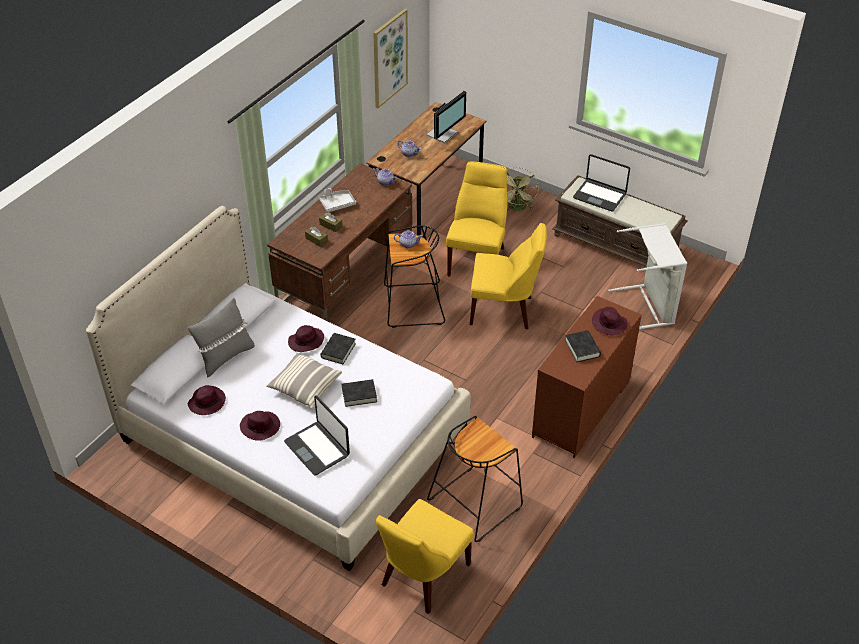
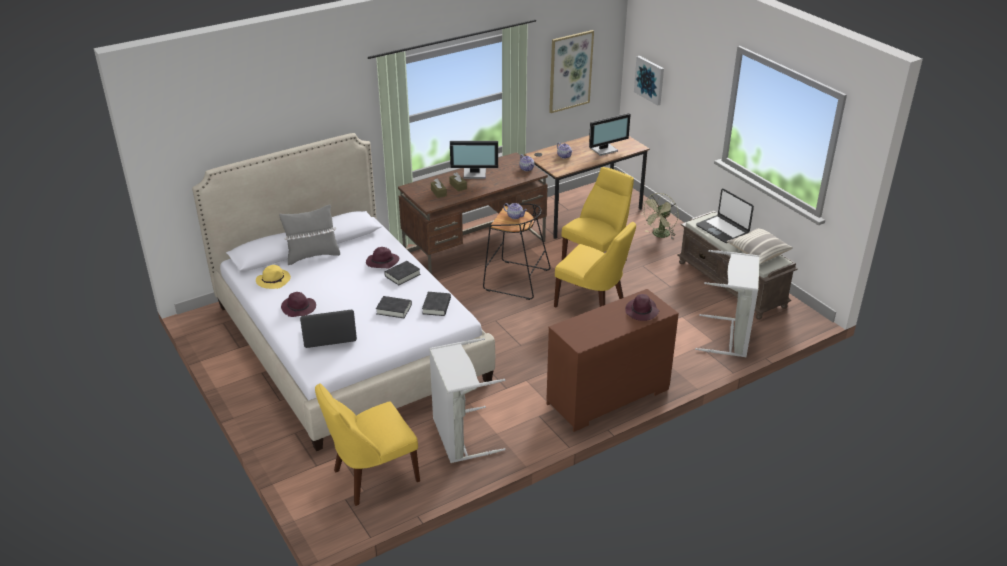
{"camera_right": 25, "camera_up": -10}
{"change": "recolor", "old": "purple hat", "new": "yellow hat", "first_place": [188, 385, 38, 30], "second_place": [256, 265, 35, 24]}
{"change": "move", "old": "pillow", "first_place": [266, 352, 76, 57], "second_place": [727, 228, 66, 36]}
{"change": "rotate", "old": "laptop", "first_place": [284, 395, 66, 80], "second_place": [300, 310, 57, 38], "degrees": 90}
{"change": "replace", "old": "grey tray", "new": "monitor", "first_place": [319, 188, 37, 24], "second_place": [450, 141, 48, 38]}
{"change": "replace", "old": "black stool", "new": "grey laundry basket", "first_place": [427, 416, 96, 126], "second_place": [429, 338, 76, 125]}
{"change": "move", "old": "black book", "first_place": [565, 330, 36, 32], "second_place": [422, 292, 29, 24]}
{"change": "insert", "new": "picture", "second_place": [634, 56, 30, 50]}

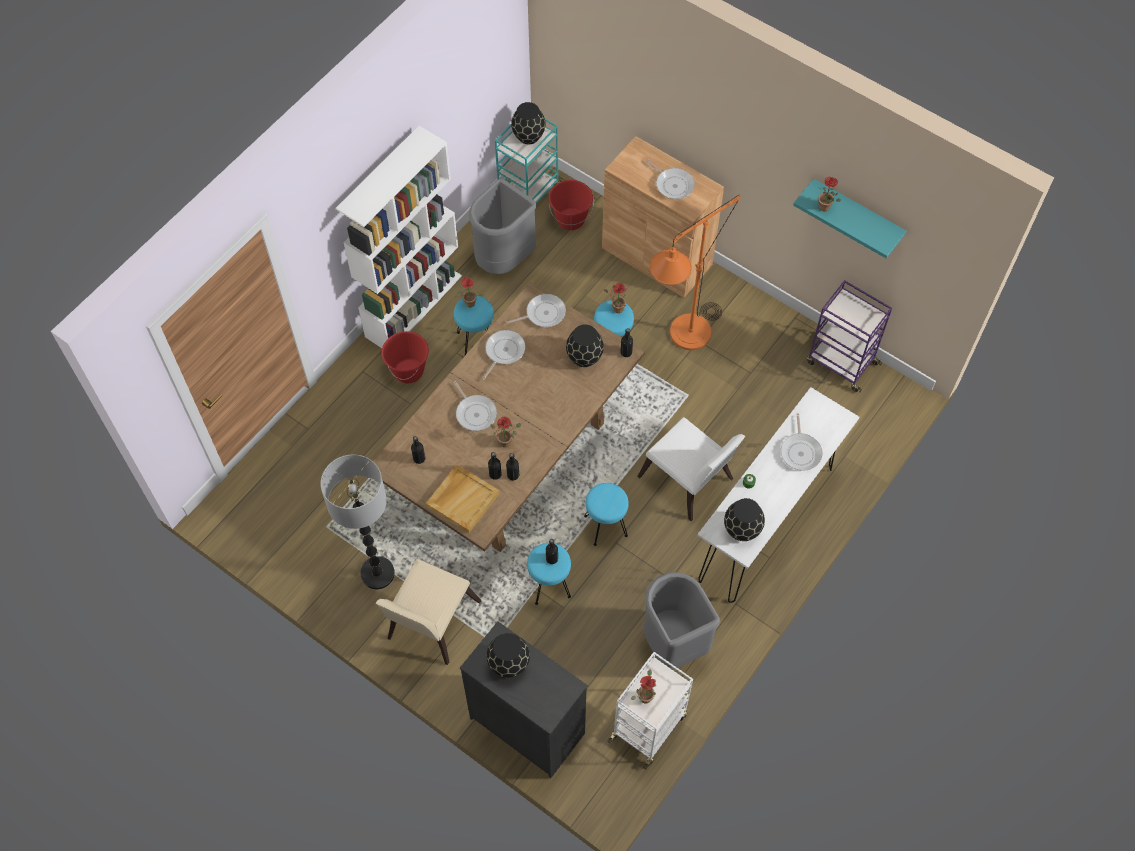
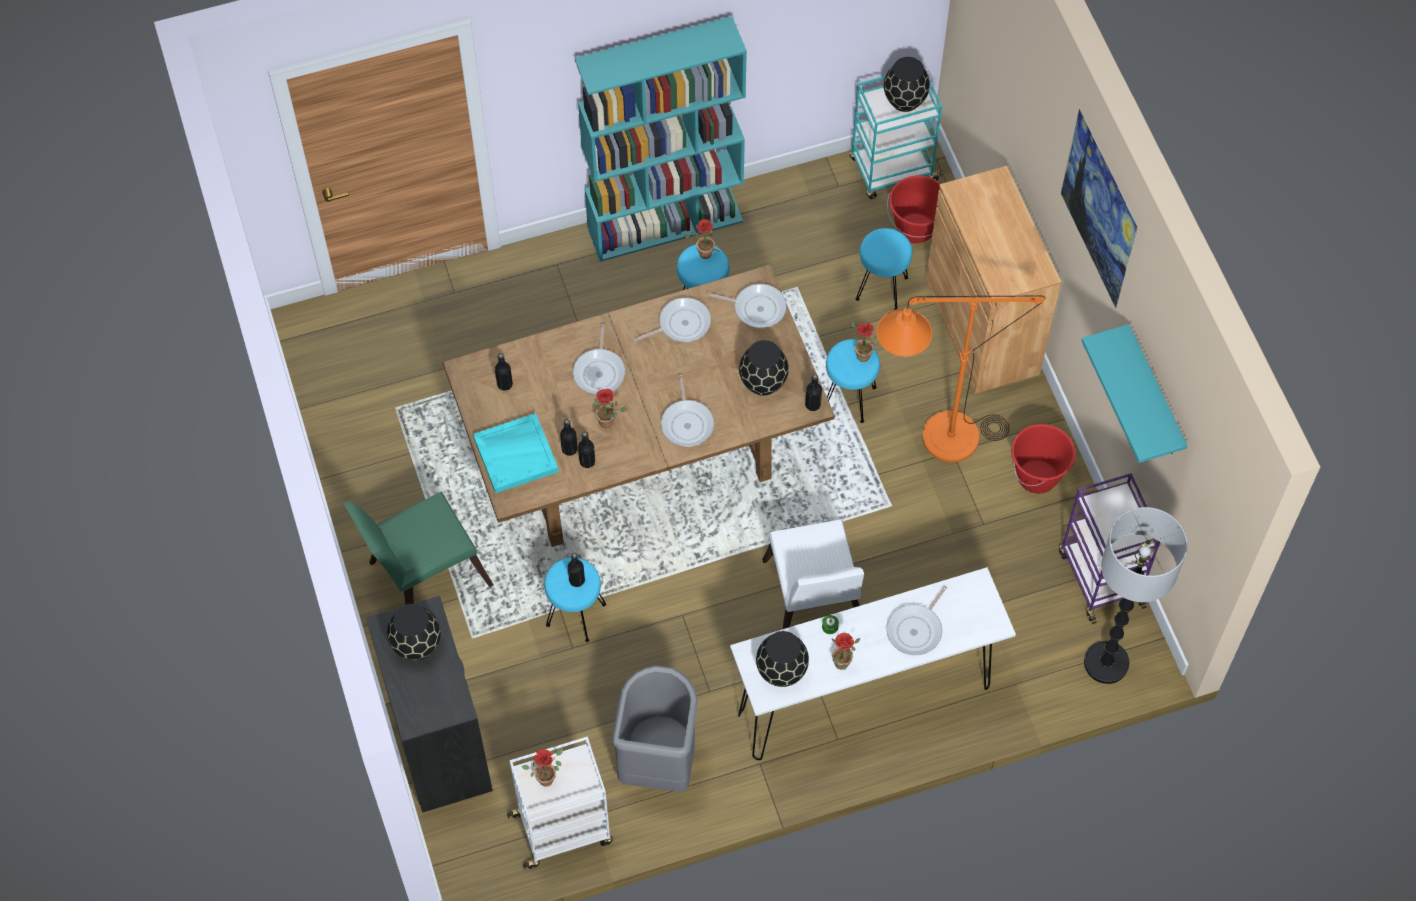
{"camera_right": 35, "camera_up": 0}
{"change": "move", "old": "floor lamp", "first_place": [321, 454, 74, 135], "second_place": [1084, 507, 104, 177]}
{"change": "recolor", "old": "white bookcase", "new": "turquoise bookcase", "first_place": [336, 126, 126, 222], "second_place": [575, 16, 172, 246]}
{"change": "recolor", "old": "beige chair", "new": "green chair", "first_place": [376, 559, 106, 106], "second_place": [343, 492, 151, 113]}
{"change": "move", "old": "red bucket", "first_place": [382, 331, 47, 52], "second_place": [1012, 424, 63, 70]}
{"change": "recolor", "old": "beige tray", "new": "turquoise tray", "first_place": [426, 464, 74, 69], "second_place": [473, 413, 86, 80]}
{"change": "delete", "old": "grey trash can", "first_place": [469, 178, 68, 96]}
{"change": "move", "old": "turquoise stool", "first_place": [584, 483, 45, 63], "second_place": [856, 228, 56, 82]}
{"change": "move", "old": "frying pan", "first_place": [646, 159, 49, 40], "second_place": [661, 375, 53, 72]}
{"change": "move", "old": "potted plant", "first_place": [818, 177, 23, 34], "second_place": [832, 633, 28, 37]}
{"change": "insert", "new": "picture", "second_place": [1061, 109, 77, 199]}

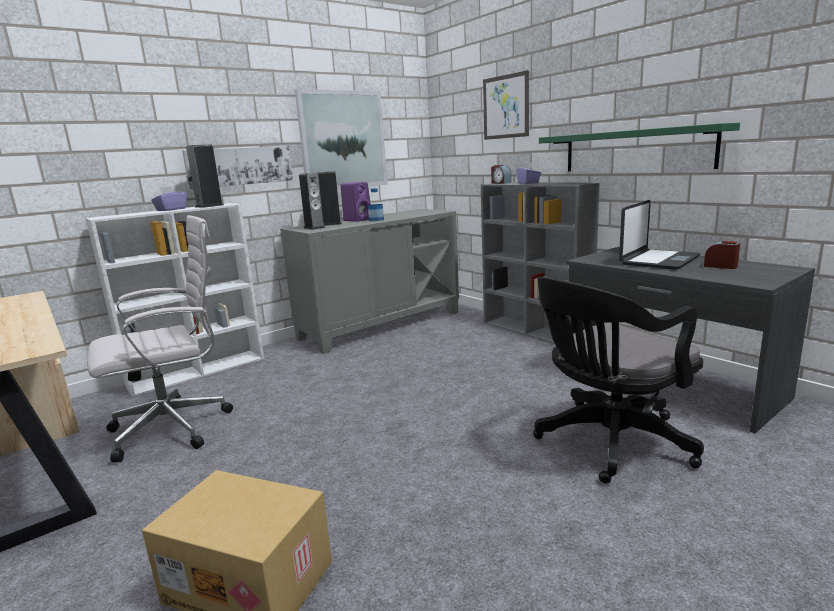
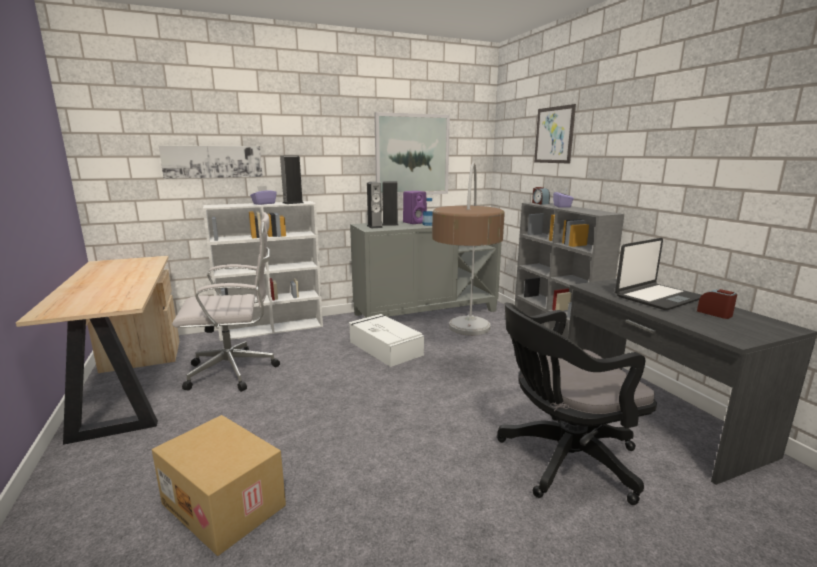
{"camera_right": 15, "camera_up": 0}
{"change": "move", "old": "picture", "first_place": [182, 146, 111, 43], "second_place": [159, 146, 104, 33]}
{"change": "delete", "old": "green shelf", "first_place": [539, 123, 201, 48]}
{"change": "insert", "new": "white storage box", "second_place": [349, 314, 75, 53]}
{"change": "insert", "new": "floor lamp", "second_place": [432, 162, 73, 173]}

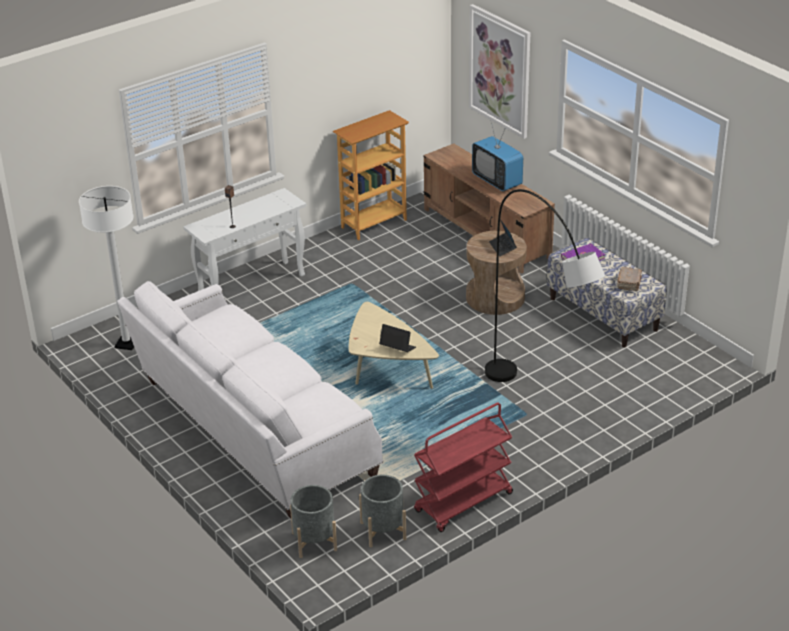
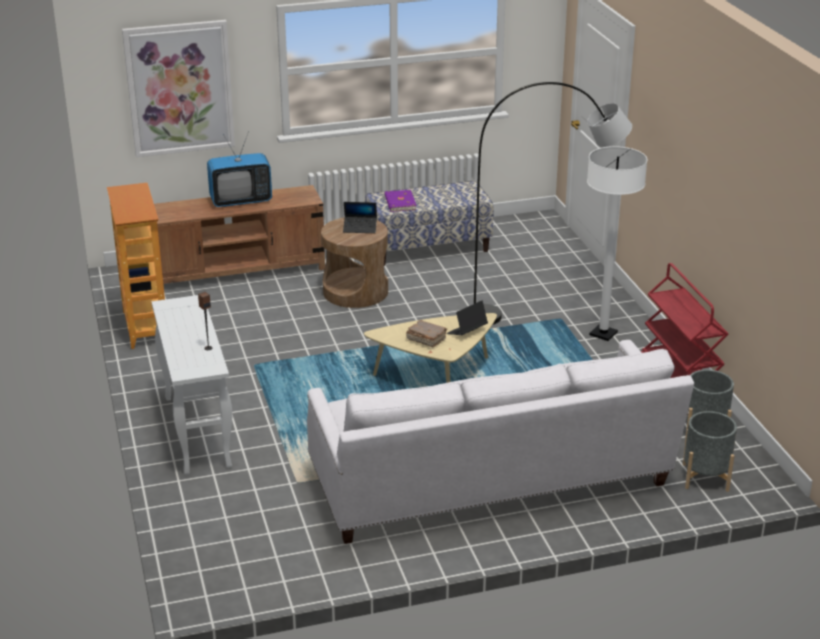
{"camera_right": -70, "camera_up": -5}
{"change": "move", "old": "white floor lamp", "first_place": [79, 186, 55, 164], "second_place": [587, 146, 61, 195]}
{"change": "move", "old": "brown book", "first_place": [617, 267, 25, 24], "second_place": [406, 320, 41, 27]}

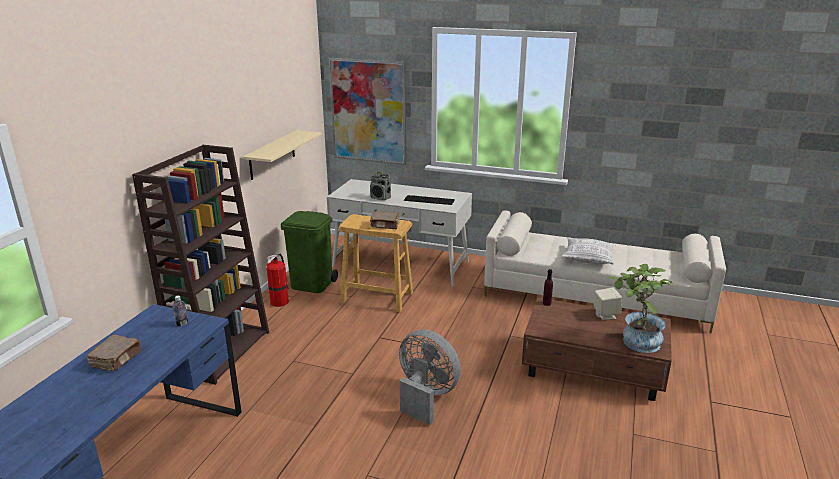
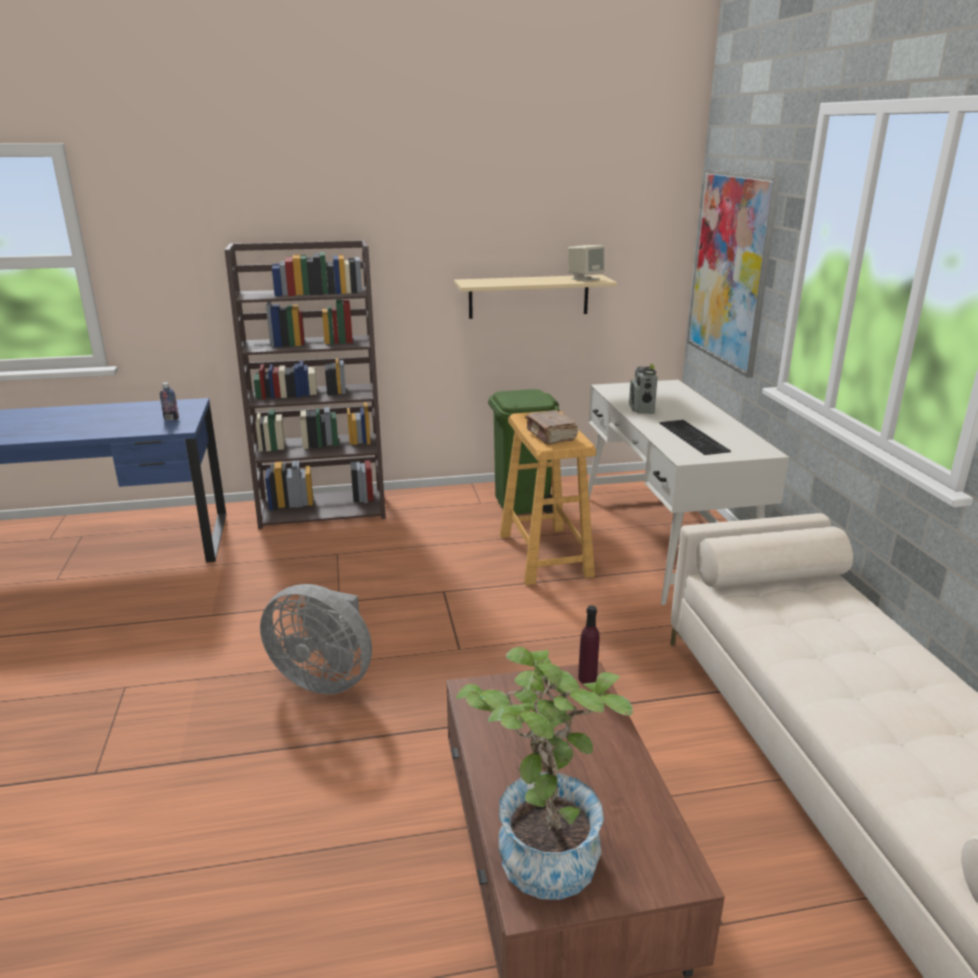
{"camera_right": 60, "camera_up": 0}
{"change": "delete", "old": "brown book", "first_place": [87, 335, 55, 36]}
{"change": "delete", "old": "fire extinguisher", "first_place": [267, 254, 22, 53]}
{"change": "rotate", "old": "grey fan", "first_place": [399, 329, 62, 96], "second_place": [260, 584, 112, 110], "degrees": 105}
{"change": "delete", "old": "pillow", "first_place": [562, 237, 54, 27]}
{"change": "move", "old": "beige speaker", "first_place": [594, 287, 28, 33], "second_place": [568, 245, 36, 37]}

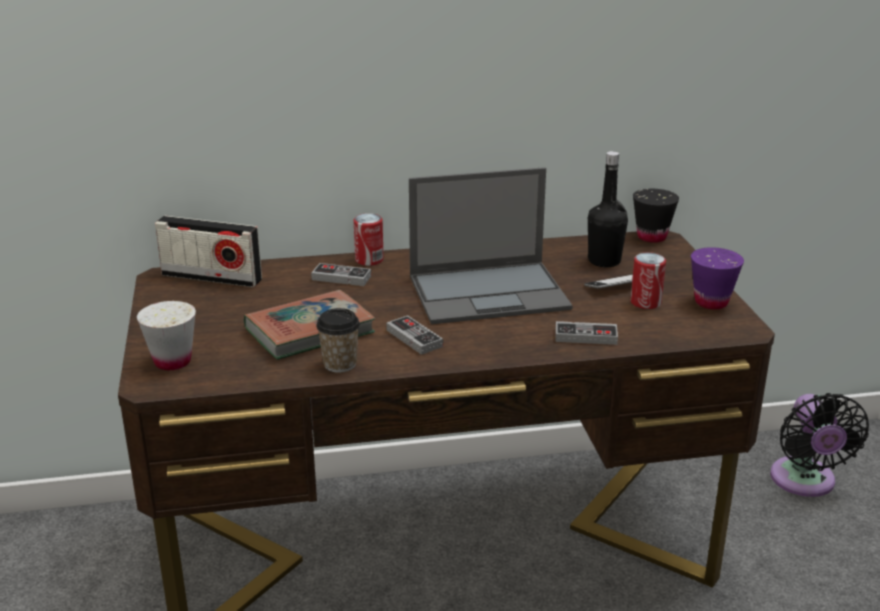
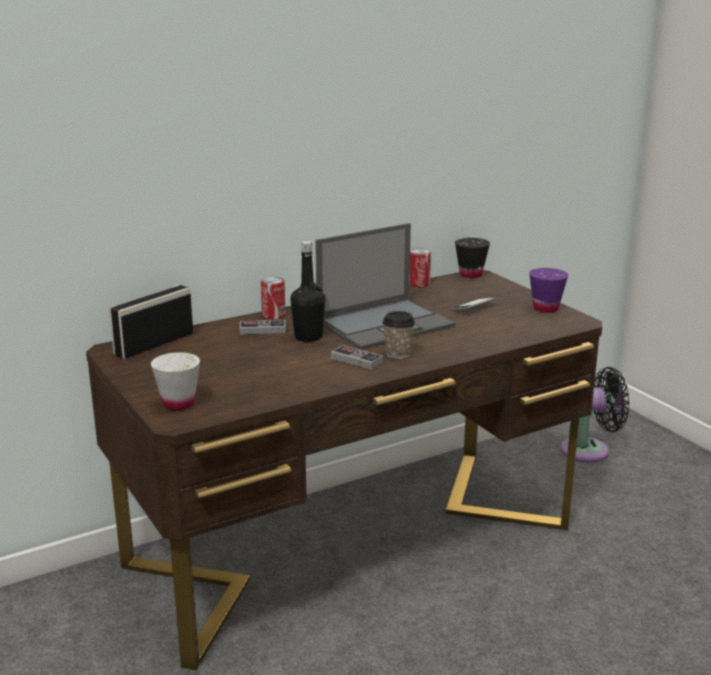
{"camera_right": -20, "camera_up": -5}
{"change": "rotate", "old": "radio", "first_place": [155, 216, 107, 71], "second_place": [109, 285, 84, 74], "degrees": 135}
{"change": "delete", "old": "book", "first_place": [244, 290, 131, 70]}
{"change": "move", "old": "cup", "first_place": [316, 308, 44, 65], "second_place": [383, 311, 32, 48]}
{"change": "delete", "old": "game controller", "first_place": [555, 321, 63, 24]}
{"change": "move", "old": "black bottle", "first_place": [588, 151, 40, 116], "second_place": [290, 241, 35, 101]}
{"change": "move", "old": "can", "first_place": [630, 252, 36, 57], "second_place": [409, 249, 22, 39]}
{"change": "rotate", "old": "black fan", "first_place": [770, 393, 99, 104], "second_place": [560, 367, 70, 96], "degrees": -75}

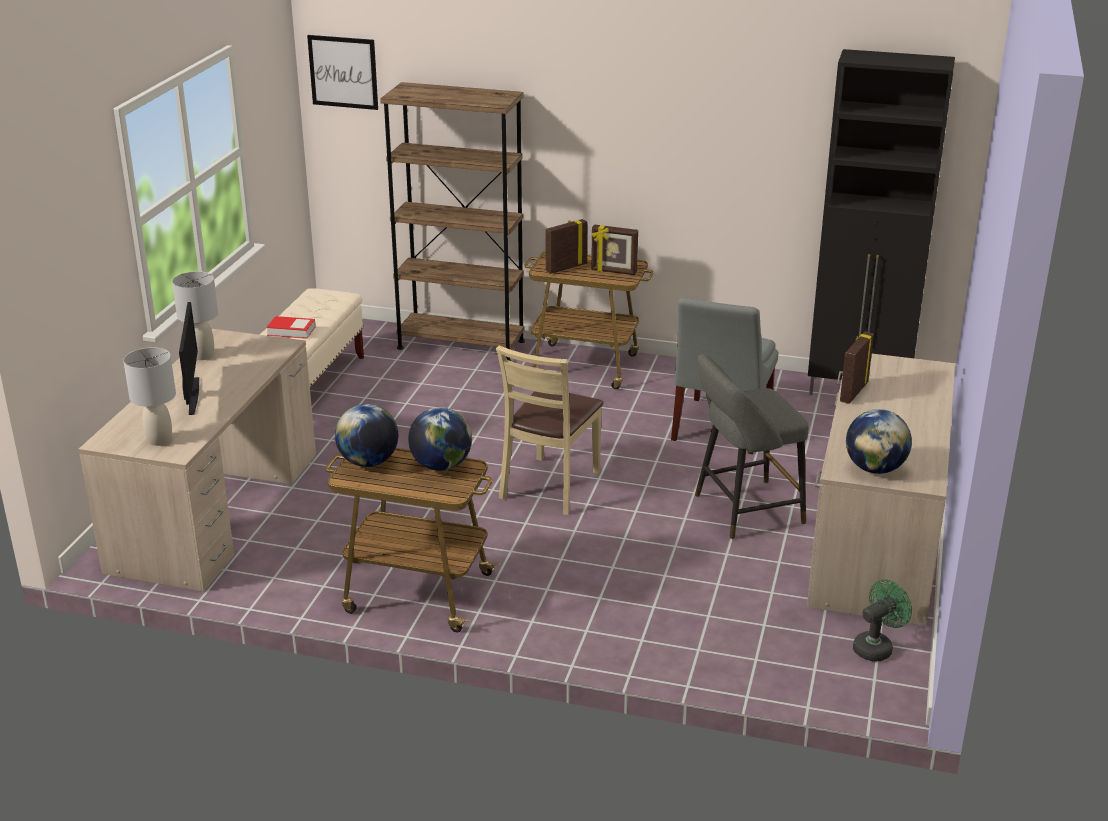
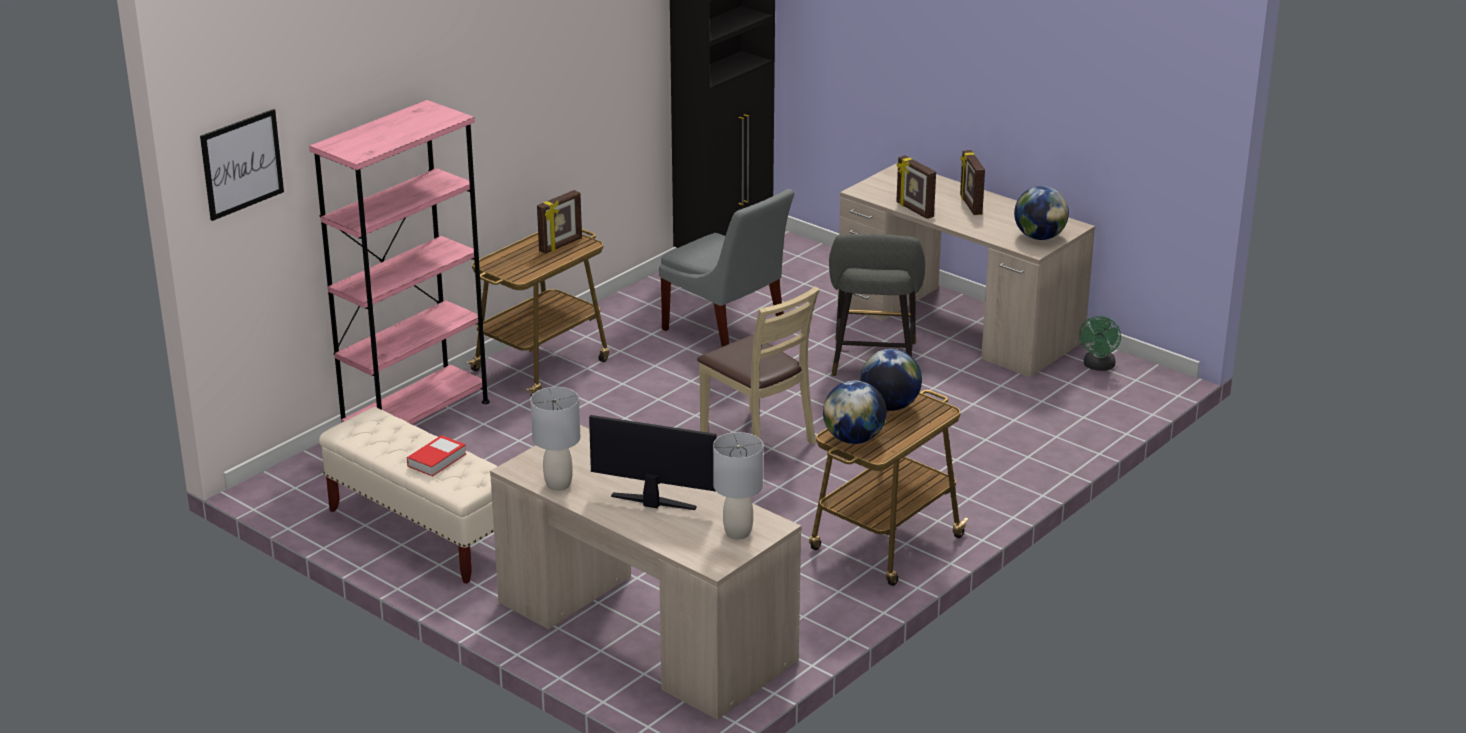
{"camera_right": -65, "camera_up": 0}
{"change": "recolor", "old": "brown bookcase", "new": "pink bookcase", "first_place": [380, 82, 145, 279], "second_place": [309, 100, 181, 324]}
{"change": "move", "old": "picture frame", "first_place": [546, 219, 42, 55], "second_place": [960, 150, 25, 65]}
{"change": "rotate", "old": "green fan", "first_place": [853, 579, 59, 83], "second_place": [1079, 316, 42, 55], "degrees": -150}

